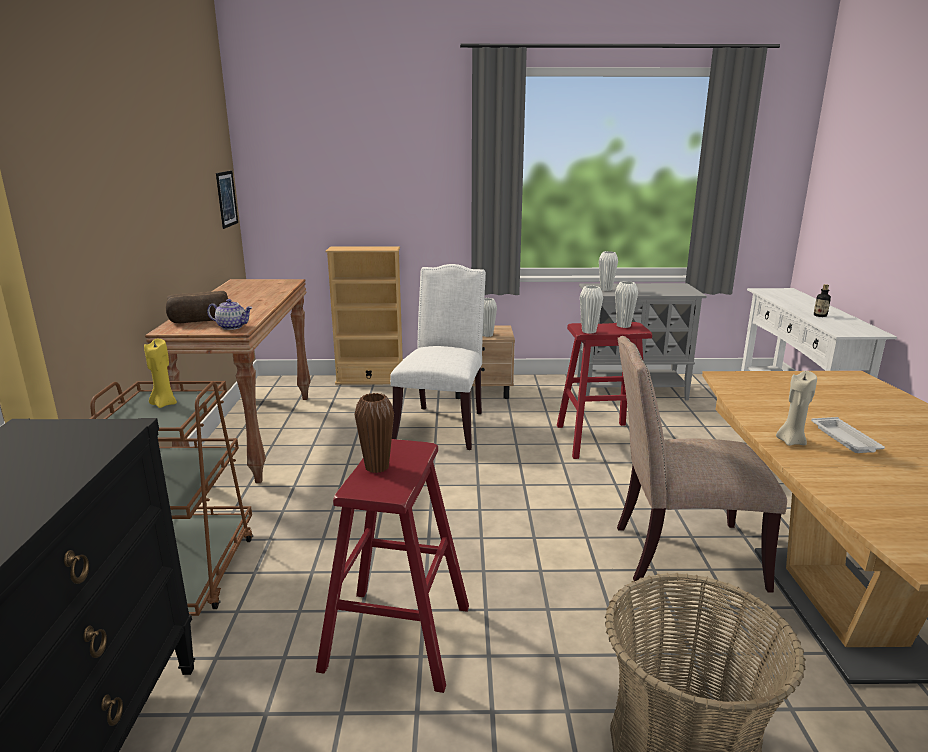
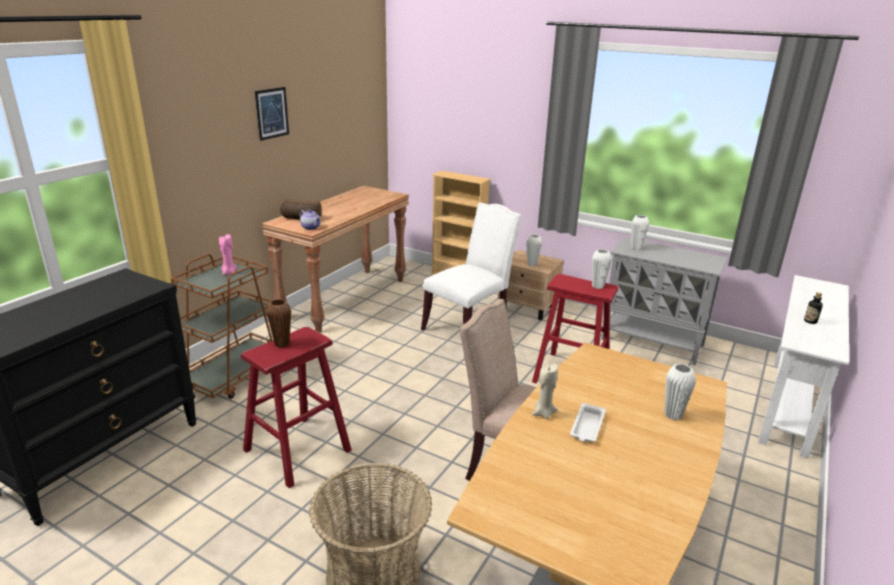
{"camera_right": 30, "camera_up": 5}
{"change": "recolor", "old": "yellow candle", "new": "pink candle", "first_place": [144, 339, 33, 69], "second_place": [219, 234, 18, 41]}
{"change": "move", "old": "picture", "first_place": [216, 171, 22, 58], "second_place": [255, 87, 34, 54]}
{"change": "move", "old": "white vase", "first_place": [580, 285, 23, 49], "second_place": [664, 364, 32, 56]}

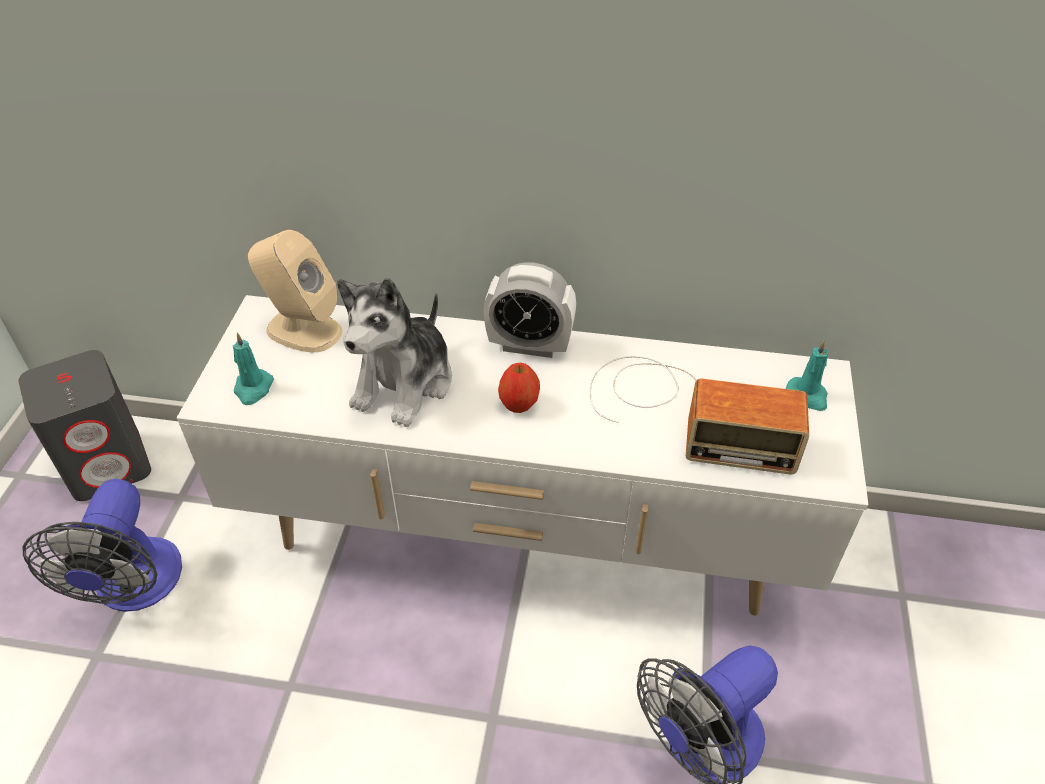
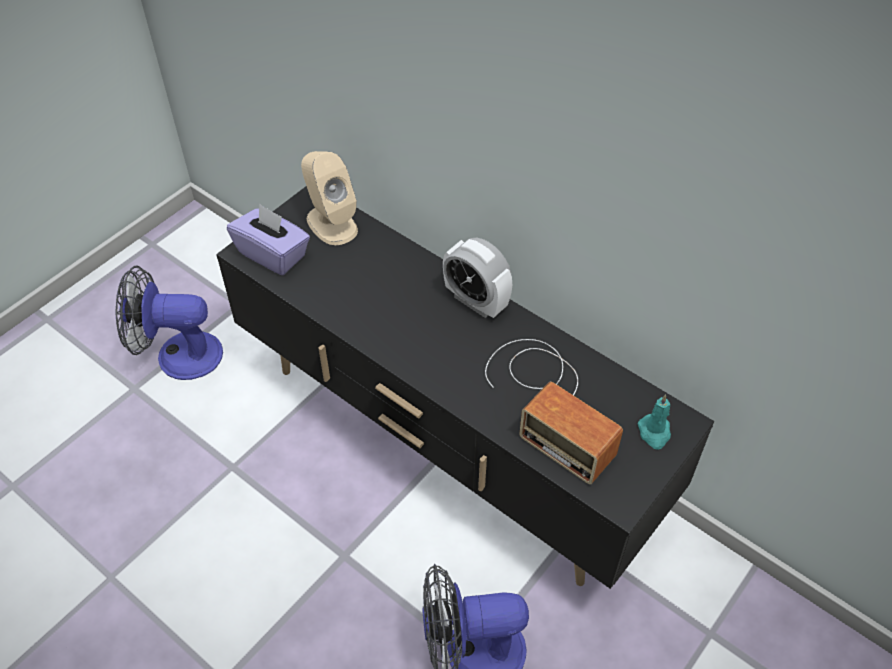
{"camera_right": 30, "camera_up": 5}
{"change": "delete", "old": "grey speaker", "first_place": [18, 350, 133, 151]}
{"change": "rotate", "old": "fan", "first_place": [23, 479, 159, 133], "second_place": [116, 265, 107, 115], "degrees": 60}
{"change": "recolor", "old": "white tv stand", "new": "black tv stand", "first_place": [177, 295, 691, 321], "second_place": [216, 186, 498, 403]}
{"change": "replace", "old": "turquoise candle", "new": "purple tissue box", "first_place": [233, 333, 41, 72], "second_place": [227, 203, 83, 72]}
{"change": "delete", "old": "plush toy", "first_place": [337, 278, 115, 149]}
{"change": "delete", "old": "apple", "first_place": [498, 363, 42, 50]}

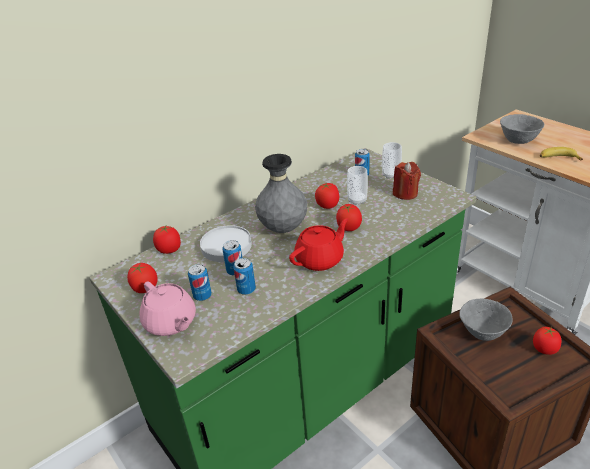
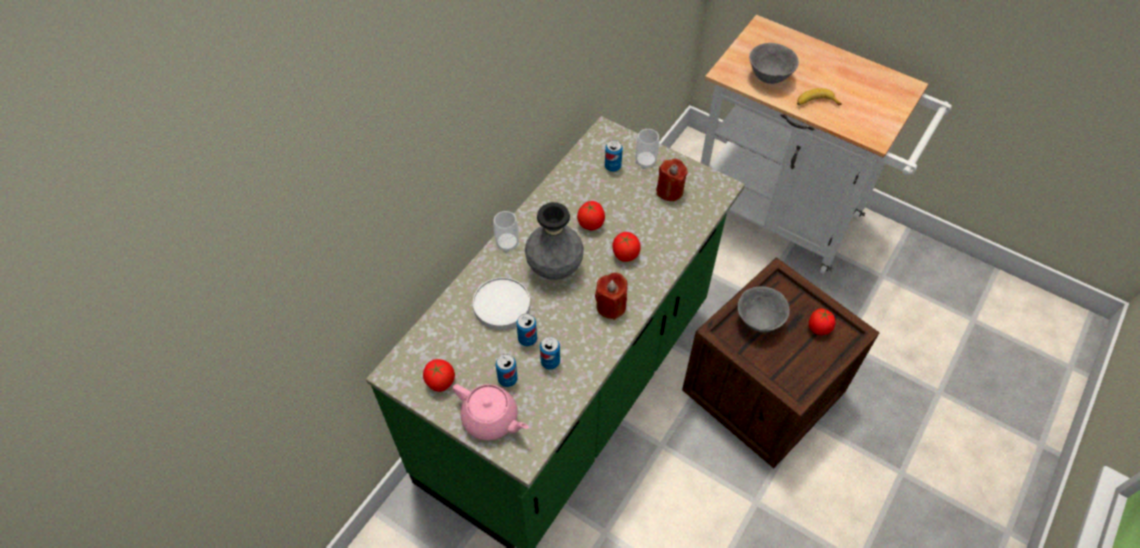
{"camera_right": -20, "camera_up": 20}
{"change": "delete", "old": "tomato", "first_place": [153, 226, 28, 28]}
{"change": "replace", "old": "red teapot", "new": "red candle", "first_place": [289, 218, 60, 53], "second_place": [595, 272, 32, 48]}
{"change": "move", "old": "cup", "first_place": [347, 166, 21, 39], "second_place": [493, 211, 26, 42]}

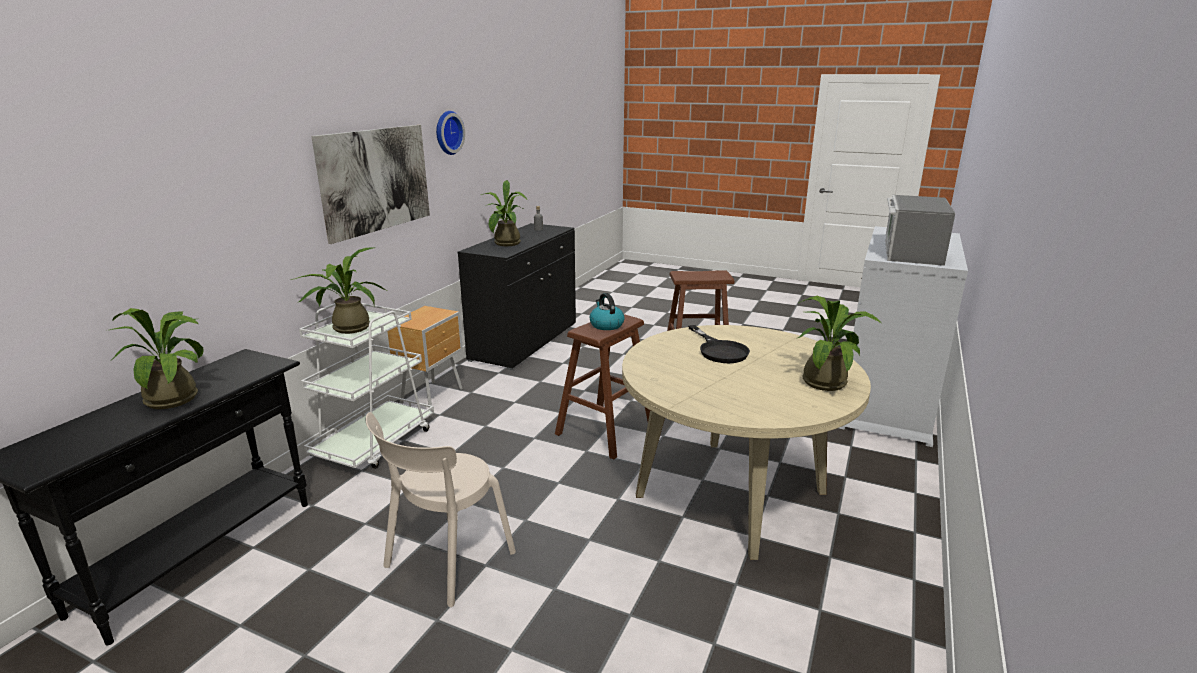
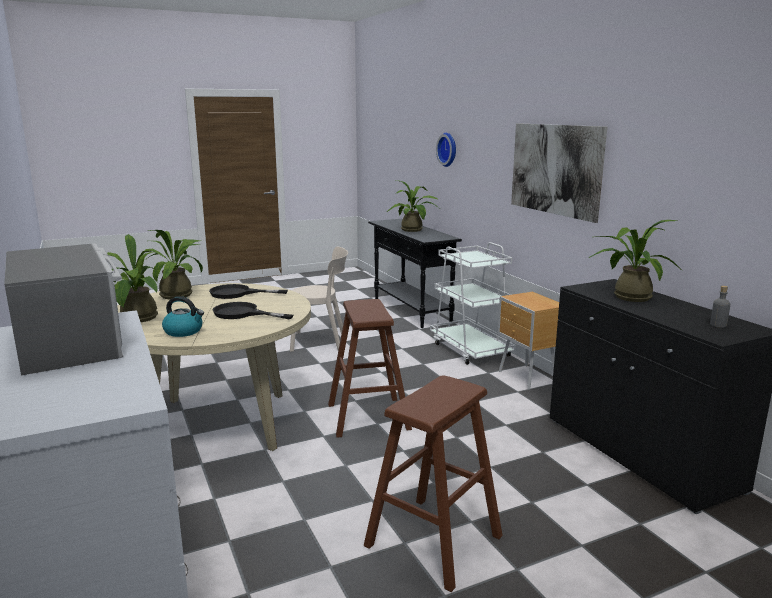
{"camera_right": 130, "camera_up": -5}
{"change": "move", "old": "potted plant", "first_place": [291, 247, 96, 87], "second_place": [145, 230, 58, 69]}
{"change": "rotate", "old": "beige chair", "first_place": [366, 412, 150, 195], "second_place": [290, 247, 58, 105], "degrees": 105}
{"change": "move", "old": "wall clock", "first_place": [436, 111, 29, 44], "second_place": [436, 133, 20, 34]}
{"change": "move", "old": "kettle", "first_place": [590, 293, 35, 37], "second_place": [162, 296, 42, 41]}
{"change": "insert", "new": "black frying pan", "second_place": [209, 284, 79, 15]}

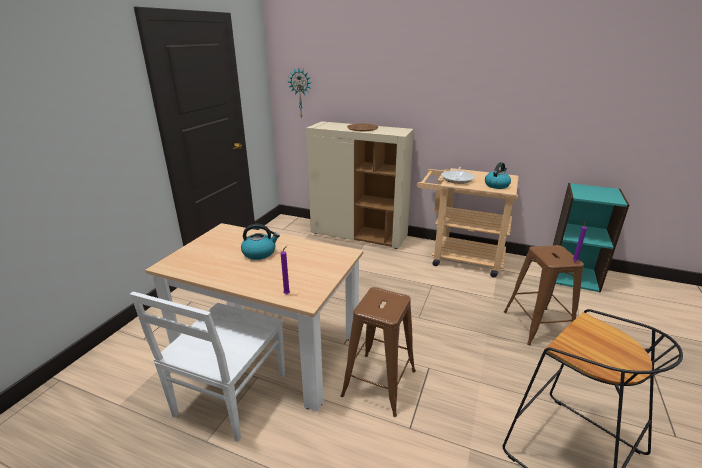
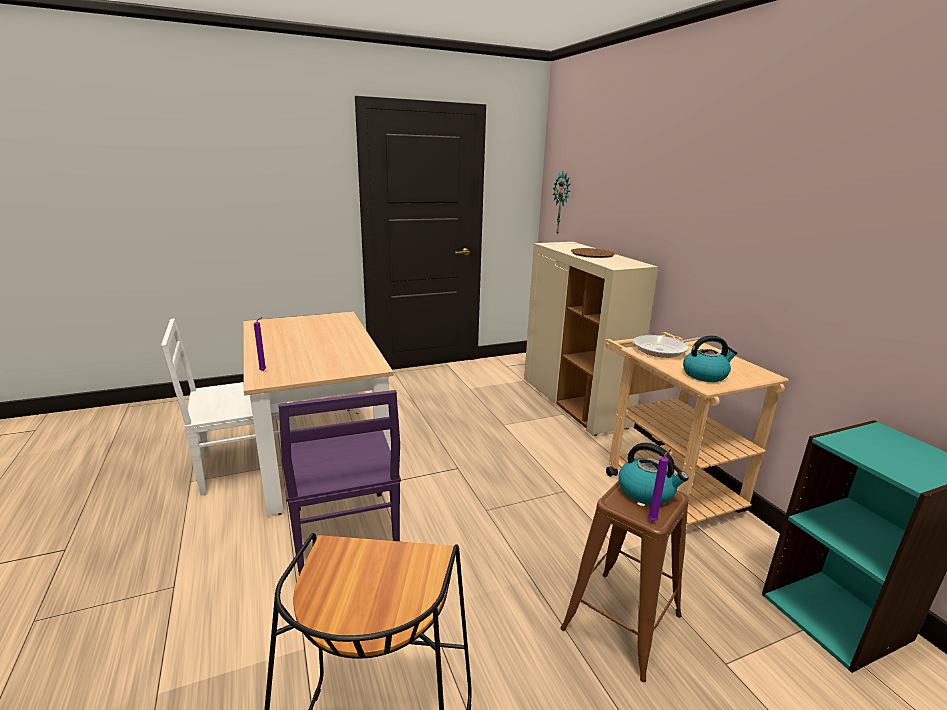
{"camera_right": 45, "camera_up": -5}
{"change": "move", "old": "kettle", "first_place": [241, 224, 39, 36], "second_place": [619, 443, 70, 62]}
{"change": "replace", "old": "brown stool", "new": "purple chair", "first_place": [341, 287, 75, 130], "second_place": [278, 390, 123, 185]}

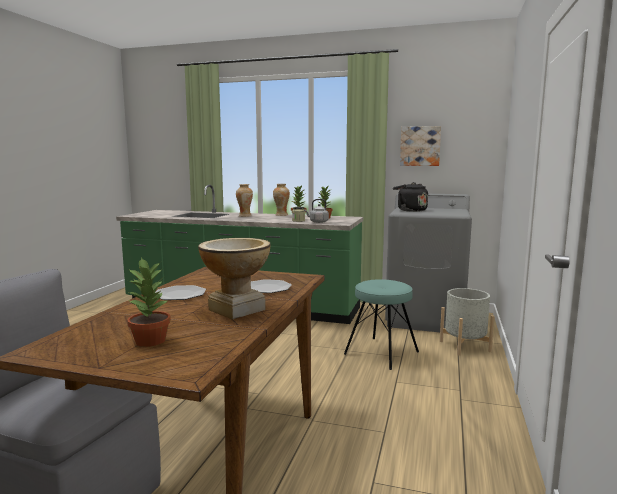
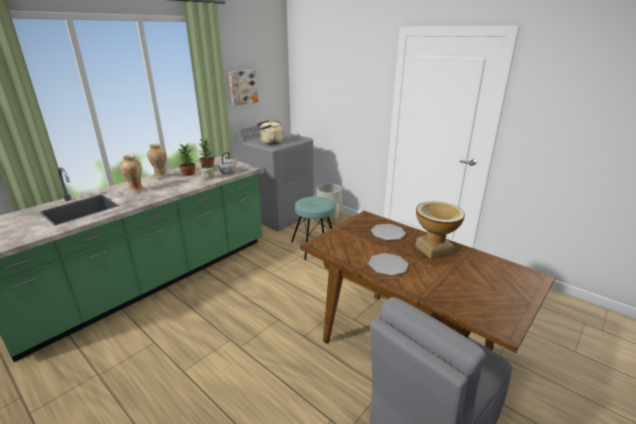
{"camera_right": -65, "camera_up": 15}
{"change": "delete", "old": "potted plant", "first_place": [127, 257, 44, 90]}
{"change": "recolor", "old": "black kettle", "new": "beige kettle", "first_place": [393, 182, 35, 30], "second_place": [257, 120, 26, 25]}

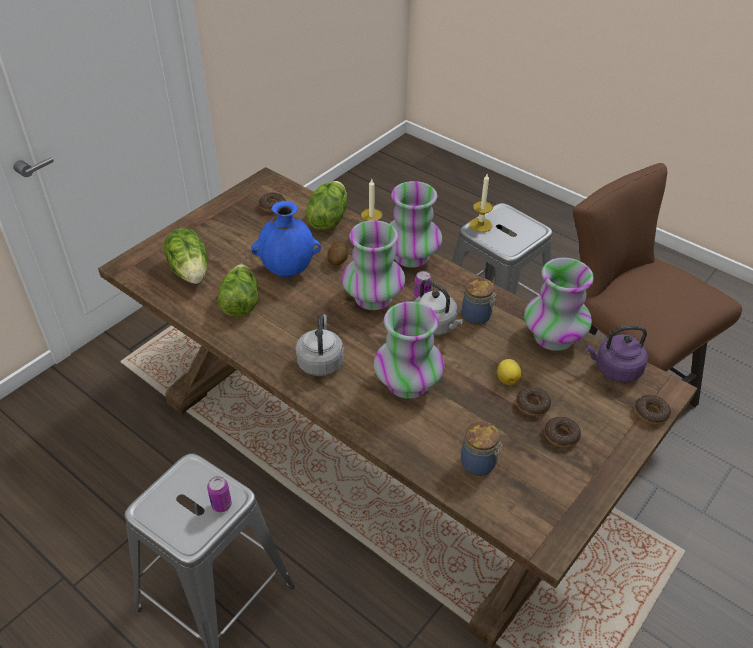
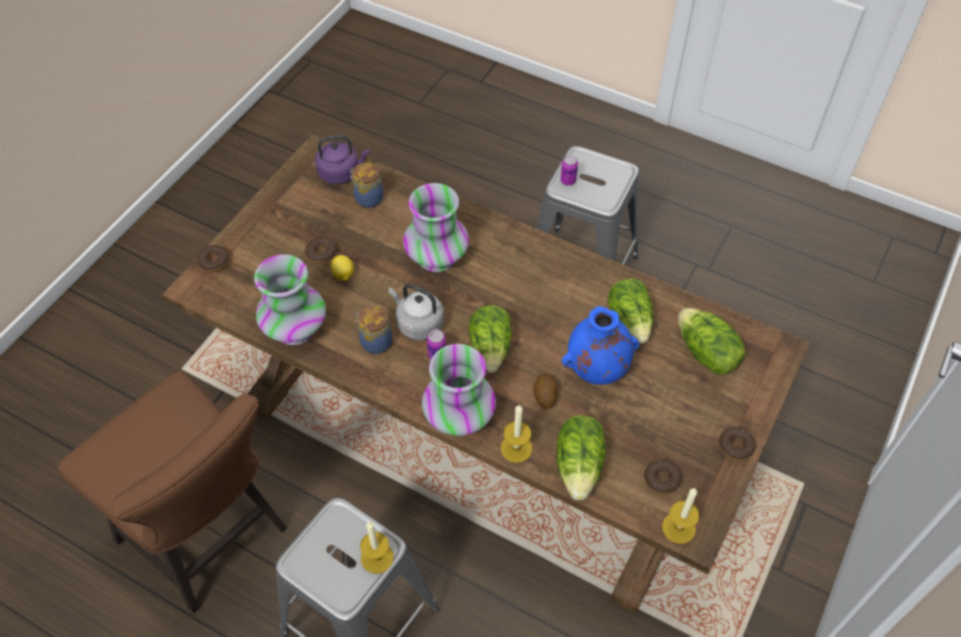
{"camera_right": 170, "camera_up": 10}
{"change": "delete", "old": "grey kettle", "first_place": [296, 314, 48, 62]}
{"change": "replace", "old": "vase", "new": "lettuce", "first_place": [342, 220, 63, 90], "second_place": [469, 305, 43, 68]}
{"change": "move", "old": "donut", "first_place": [545, 417, 36, 31], "second_place": [719, 427, 37, 34]}
{"change": "move", "old": "purple kettle", "first_place": [586, 326, 62, 57], "second_place": [315, 135, 55, 49]}
{"change": "insert", "new": "candle", "second_place": [662, 488, 37, 56]}

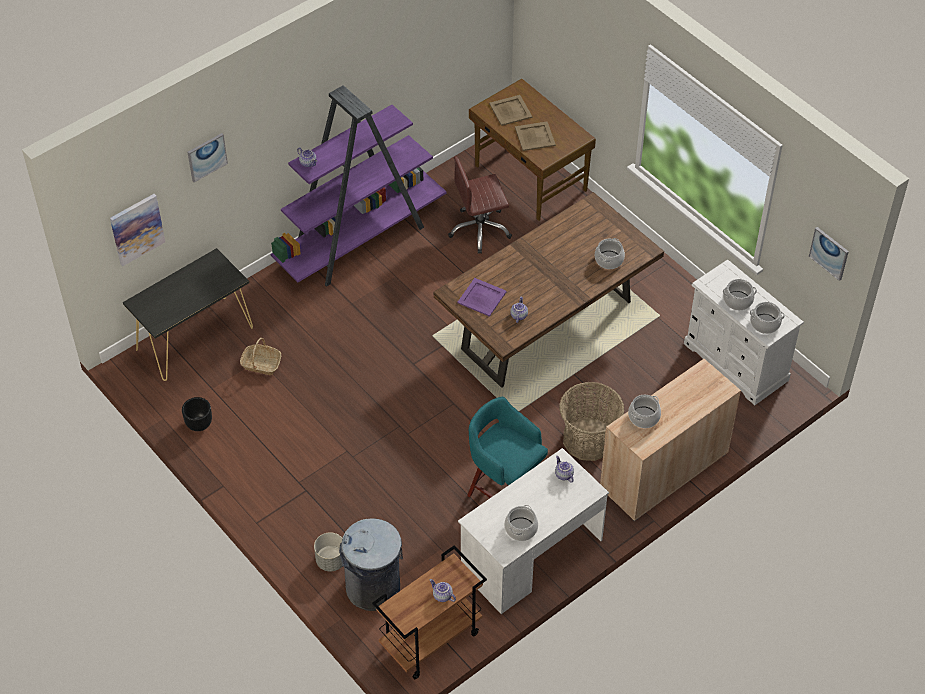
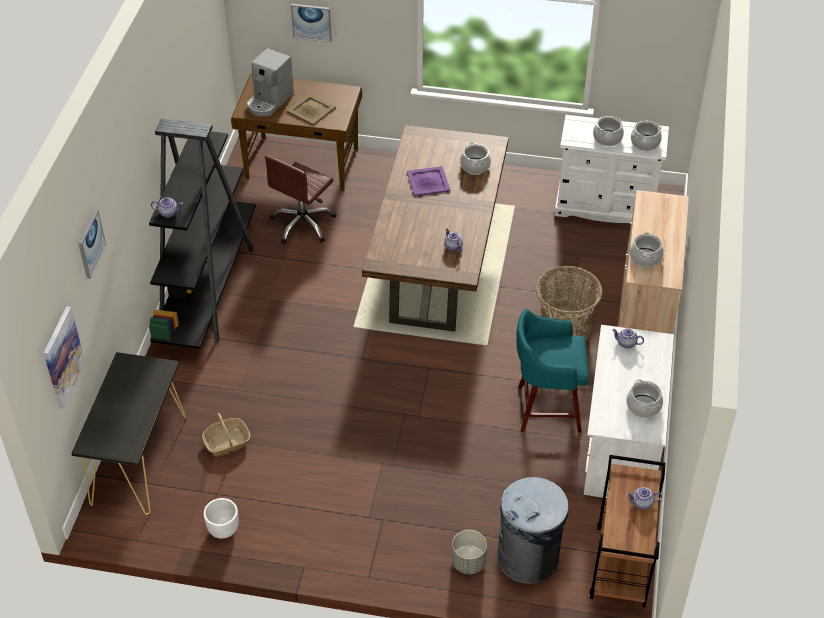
{"camera_right": -40, "camera_up": -5}
{"change": "recolor", "old": "black planter", "new": "white planter", "first_place": [182, 397, 30, 34], "second_place": [203, 498, 36, 41]}
{"change": "recolor", "old": "purple bookcase", "new": "black bookcase", "first_place": [271, 85, 176, 202], "second_place": [149, 118, 107, 231]}
{"change": "move", "old": "purple tray", "first_place": [457, 278, 50, 39], "second_place": [407, 166, 43, 30]}
{"change": "replace", "old": "beige tray", "new": "coffee machine", "first_place": [489, 95, 43, 31], "second_place": [247, 48, 47, 68]}
{"change": "move", "old": "picture", "first_place": [809, 227, 40, 54], "second_place": [291, 4, 41, 38]}

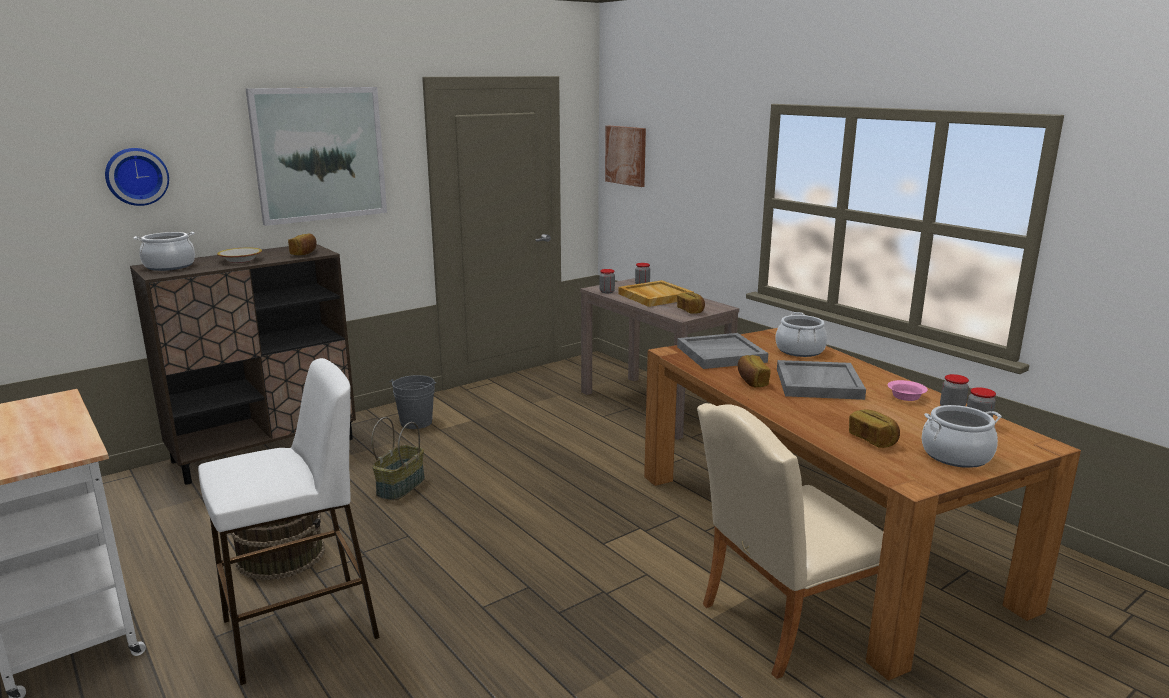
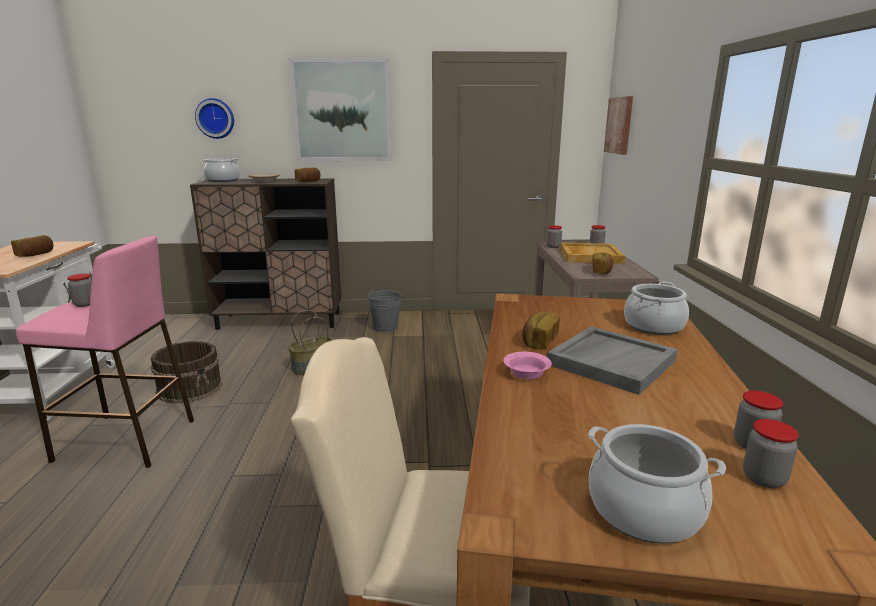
{"camera_right": 35, "camera_up": 0}
{"change": "recolor", "old": "white stool", "new": "pink stool", "first_place": [198, 358, 182, 327], "second_place": [16, 236, 178, 232]}
{"change": "delete", "old": "grey tray", "first_place": [677, 333, 91, 36]}
{"change": "move", "old": "bread", "first_place": [849, 409, 51, 39], "second_place": [11, 235, 42, 22]}
{"change": "move", "old": "pink bowl", "first_place": [888, 380, 40, 21], "second_place": [503, 352, 49, 28]}
{"change": "insert", "new": "jar", "second_place": [67, 274, 24, 33]}

